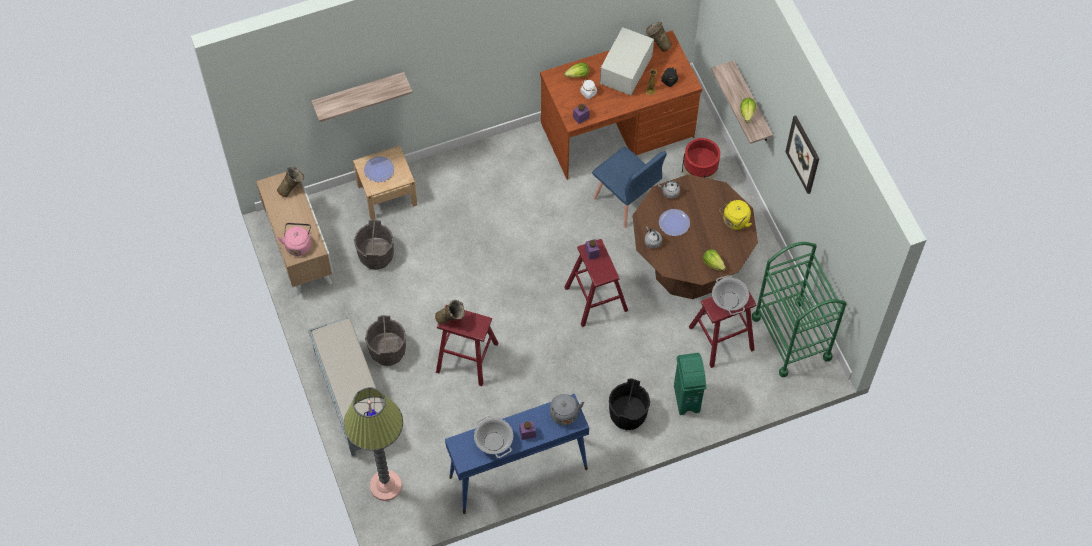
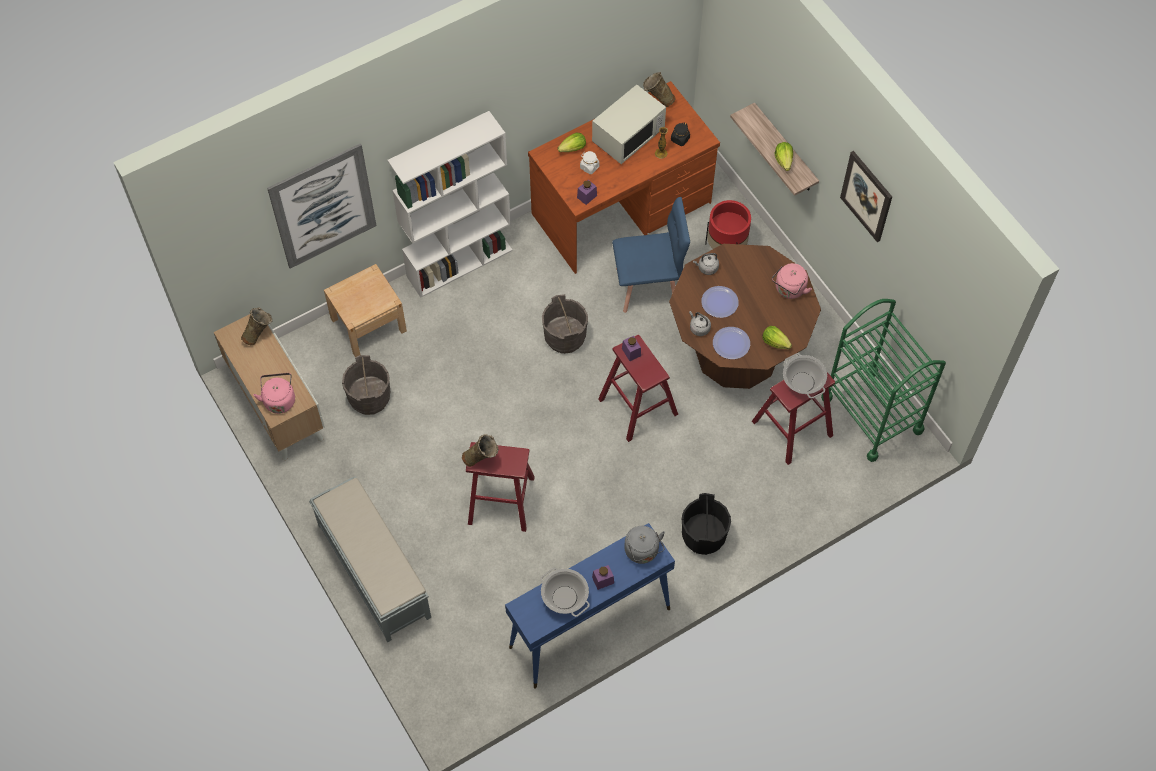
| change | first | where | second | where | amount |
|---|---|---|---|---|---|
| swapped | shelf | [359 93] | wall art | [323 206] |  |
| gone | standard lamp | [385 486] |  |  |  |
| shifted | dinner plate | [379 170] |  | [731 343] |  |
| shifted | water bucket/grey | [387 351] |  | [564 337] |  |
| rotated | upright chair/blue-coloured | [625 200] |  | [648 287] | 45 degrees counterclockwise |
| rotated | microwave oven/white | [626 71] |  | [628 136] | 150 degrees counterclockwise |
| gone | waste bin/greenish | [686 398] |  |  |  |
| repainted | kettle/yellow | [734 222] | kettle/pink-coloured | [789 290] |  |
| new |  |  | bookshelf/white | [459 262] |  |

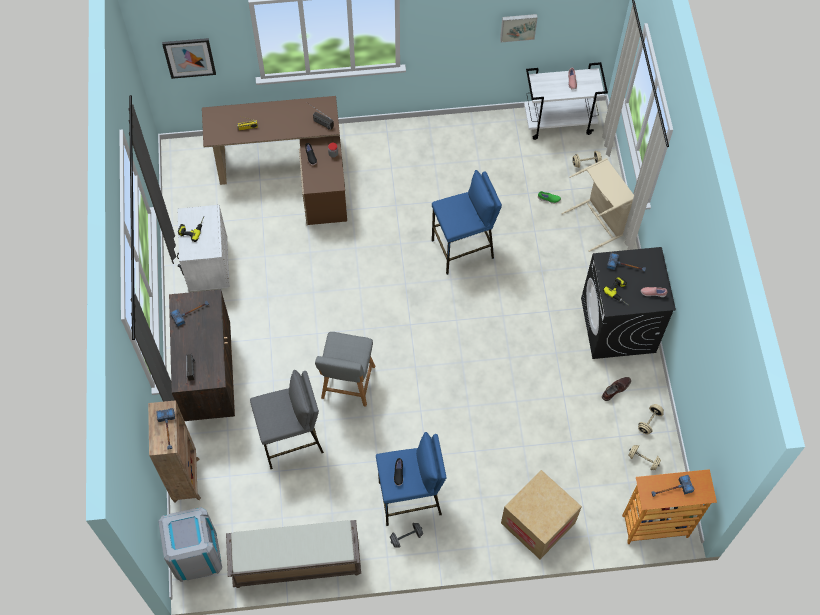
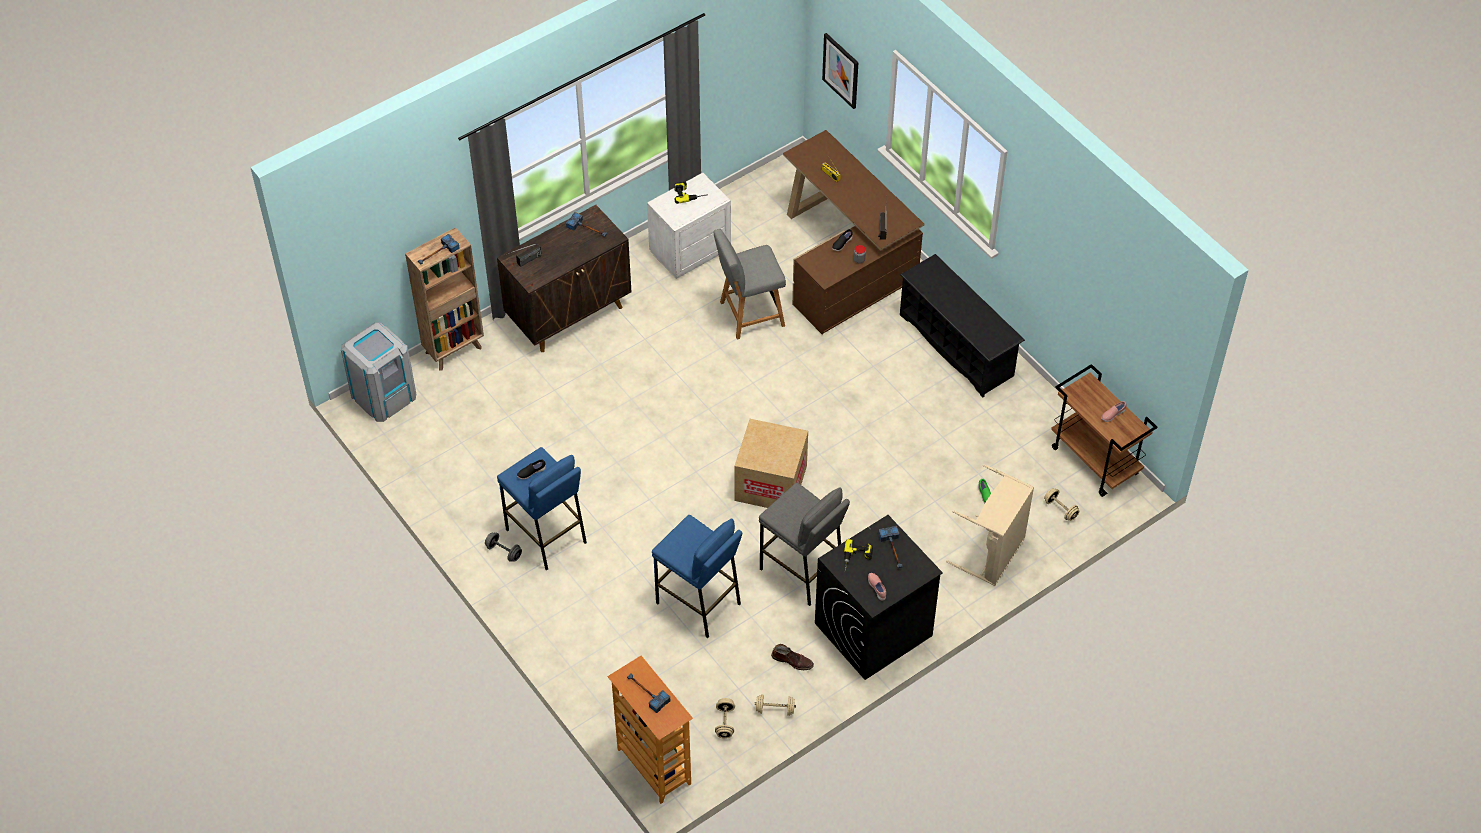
| change | first | where | second | where | amount |
|---|---|---|---|---|---|
| gone | indoor bench/brown | [295 562] |  |  |  |
| shifted | stool/grey | [292 441] |  | [802 571] |  |
| shifted | upright chair/grey | [347 385] |  | [748 315] |  |
| shifted | stool/blue-coloured | [463 249] |  | [698 603] |  |
| gone | wall art | [518 26] |  |  |  |
| shifted | packing box | [538 523] |  | [770 483] |  |
| repainted | cart/white | [559 122] | cart/brown | [1095 461] |  |
| new |  |  | shoe stand/blackish | [957 345] |  |

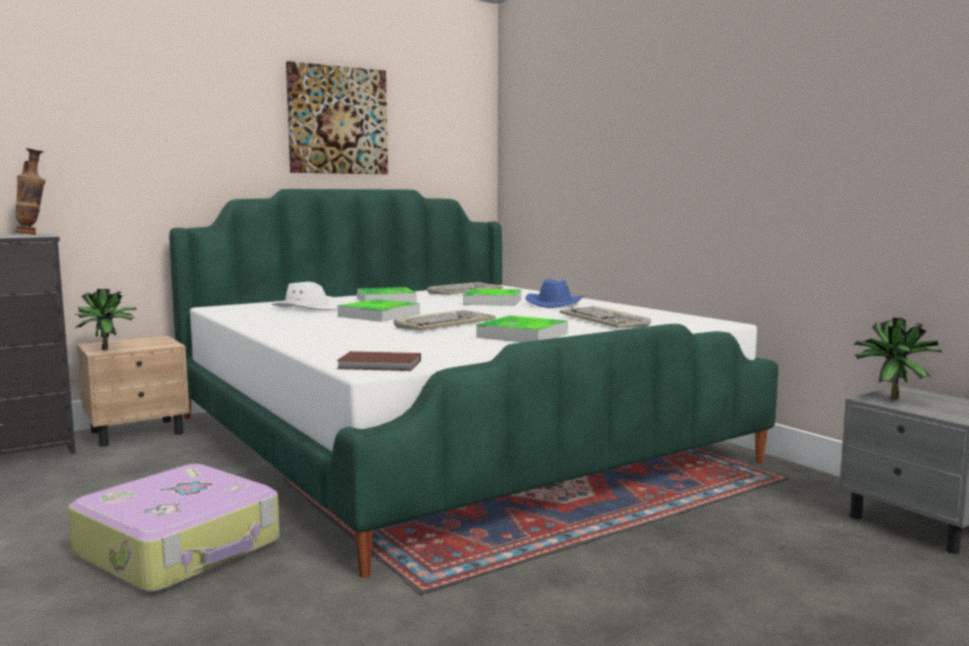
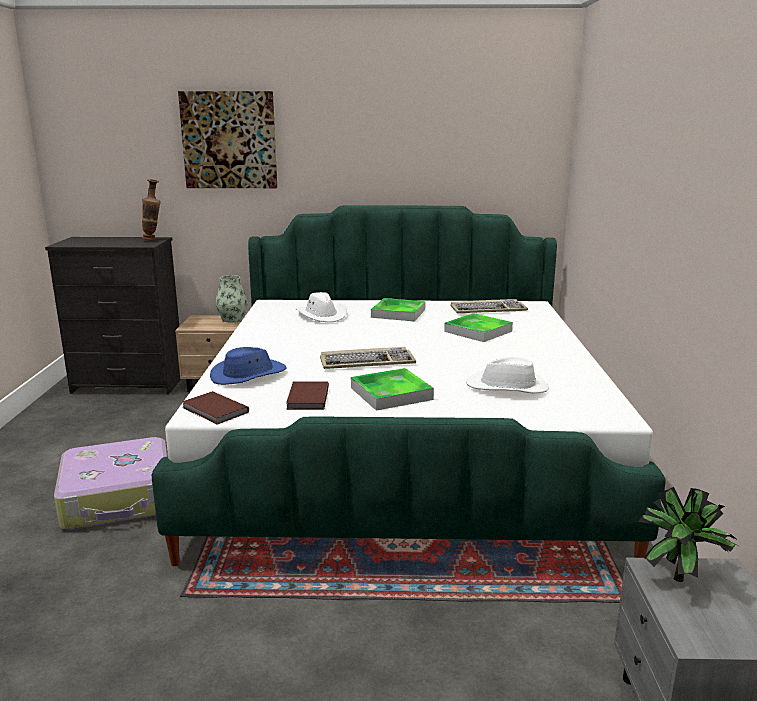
| change | first | where | second | where | amount |
|---|---|---|---|---|---|
| gone | plant in a pot | [109 349] |  |  |  |
| shifted | wall art | [337 120] |  | [229 140] |  |
| gone | serving tray | [379 315] |  |  |  |
| shifted | wearable hat/blue-coloured | [555 304] |  | [248 375] |  |
| swapped | keyboard | [605 321] | wearable hat/white | [507 387] |  |
| new |  |  | vase | [232 319] |  |
| new |  |  | bound book/brown | [306 398] |  |

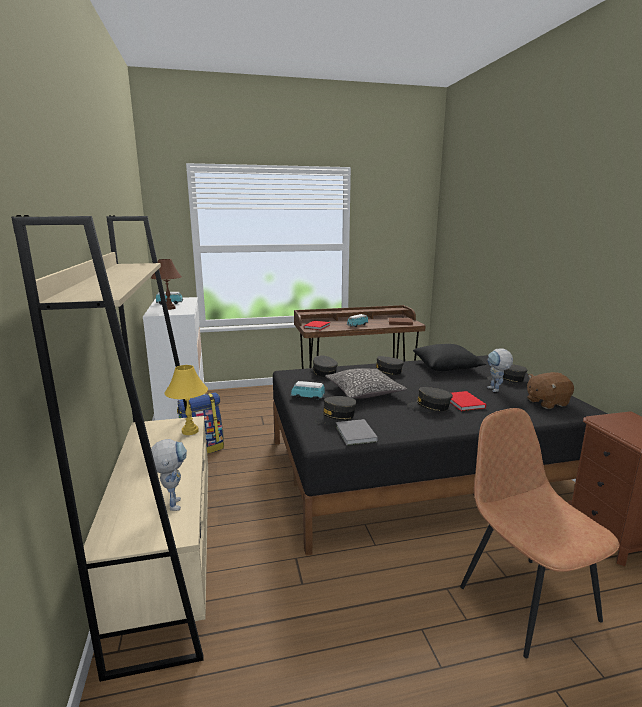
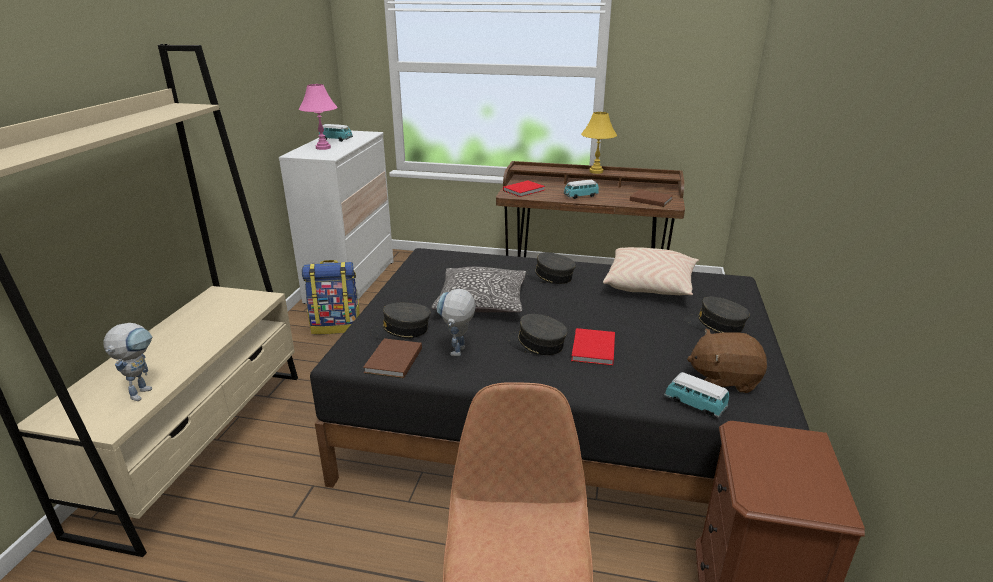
| change | first | where | second | where | amount |
|---|---|---|---|---|---|
| repainted | tabletop lamp/brown | [169 308] | tabletop lamp/pink-coloured | [323 148] |  |
| shifted | tabletop lamp/yellow | [189 431] |  | [596 171] |  |
| shifted | model car | [308 397] |  | [694 405] |  |
| gone | baseball cap/grey | [323 372] |  |  |  |
| repainted | bound book/grey | [355 434] | bound book/brown | [392 361] |  |
| repainted | throw pillow/blackish | [447 367] | throw pillow/beige | [650 285] |  |
| shifted | model robot | [496 390] |  | [458 354] |  |

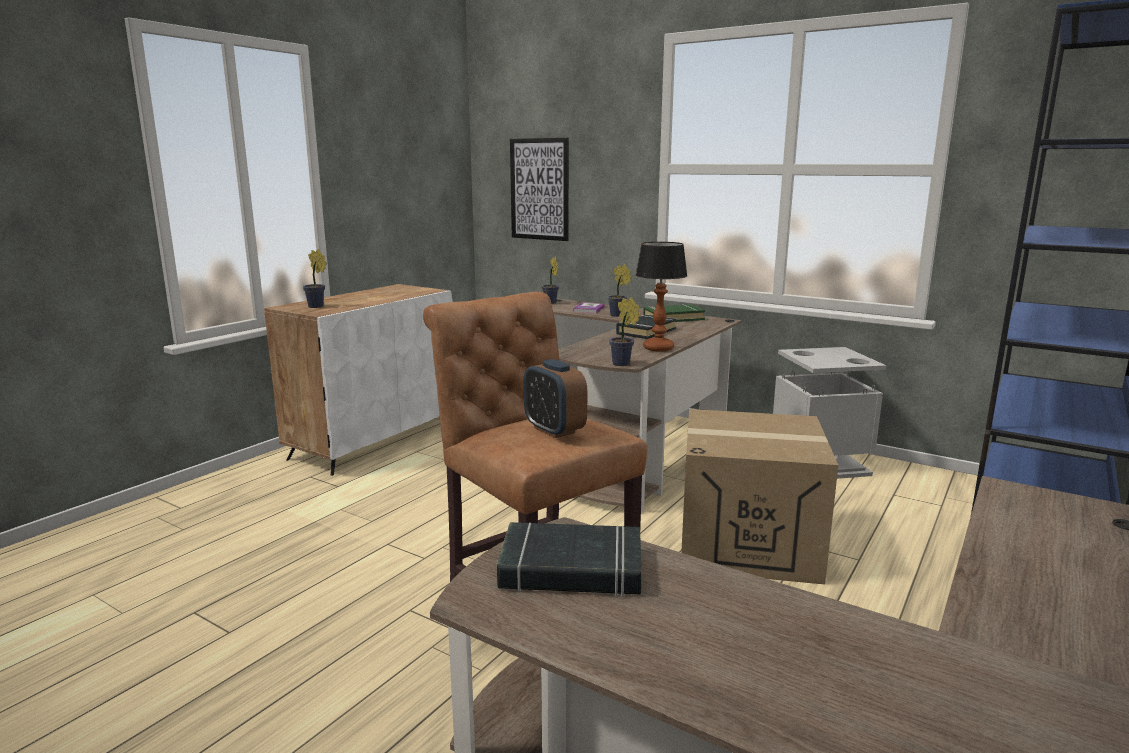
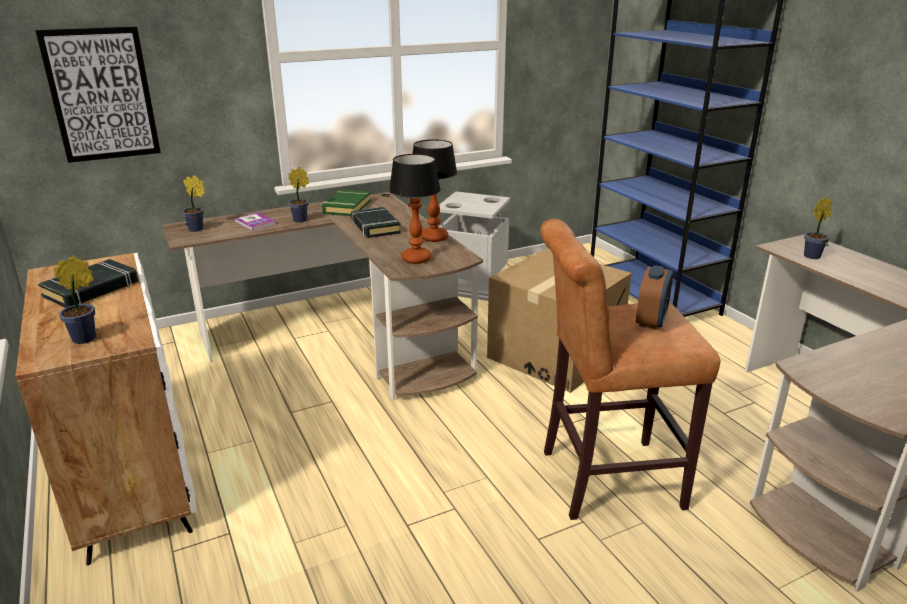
| change | first | where | second | where | amount |
|---|---|---|---|---|---|
| shifted | bound book/blackish | [571 569] |  | [92 289] |  |
| rotated | alarm clock | [554 430] |  | [651 321] | 60 degrees counterclockwise |
| shifted | plant in a pot | [623 364] |  | [813 256] |  |
| new |  |  | tabletop lamp | [415 259] |  |

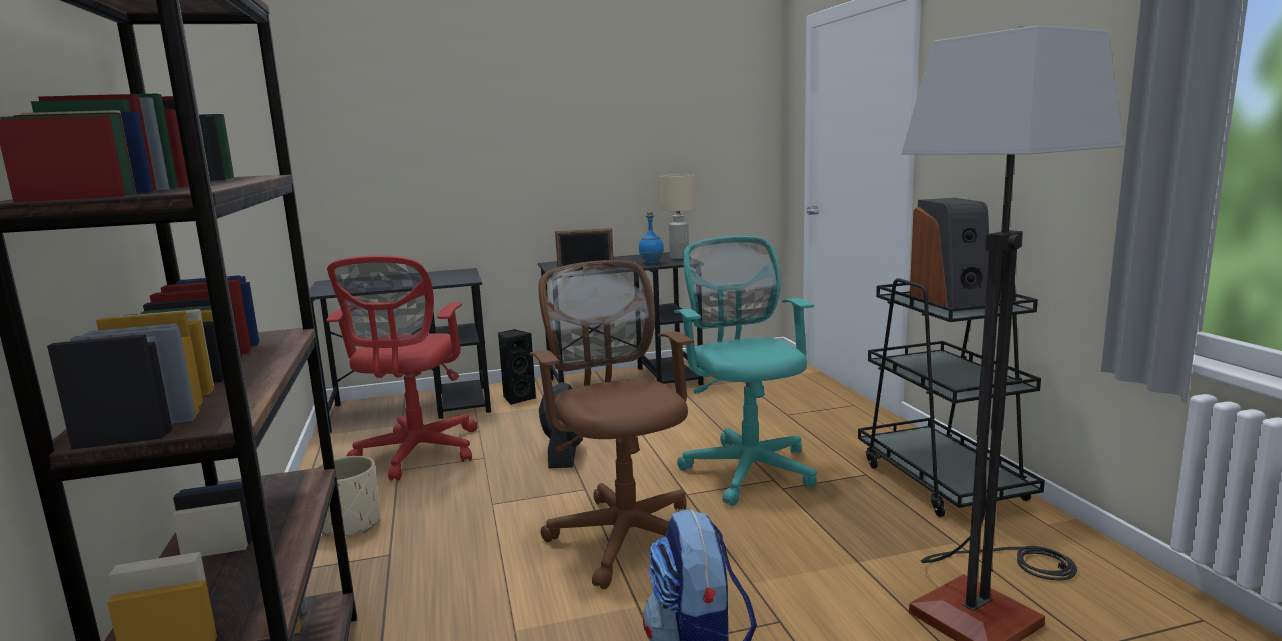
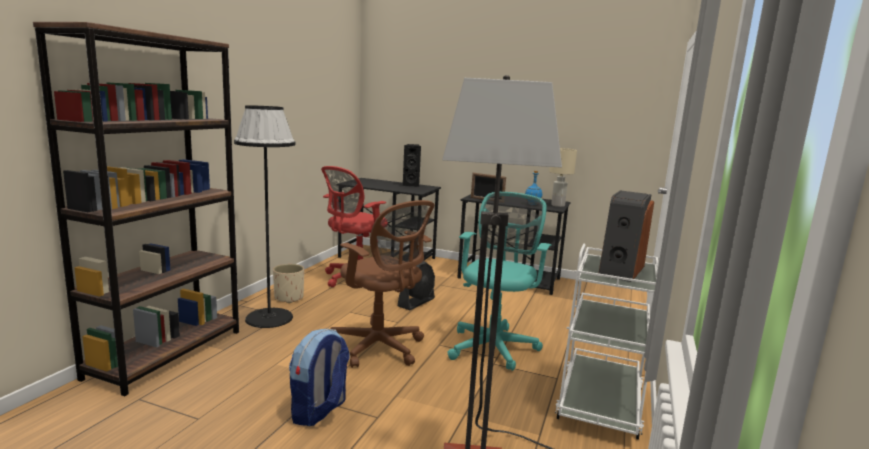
| change | first | where | second | where | amount |
|---|---|---|---|---|---|
| shifted | speaker/blackish | [518 398] |  | [411 185] |  |
| rotated | office chair/brown | [624 533] |  | [380 348] | 120 degrees clockwise |
| repainted | cart/blackish | [942 481] | cart/white | [600 403] |  |
| new |  |  | standard lamp/blackish | [269 318] |  |

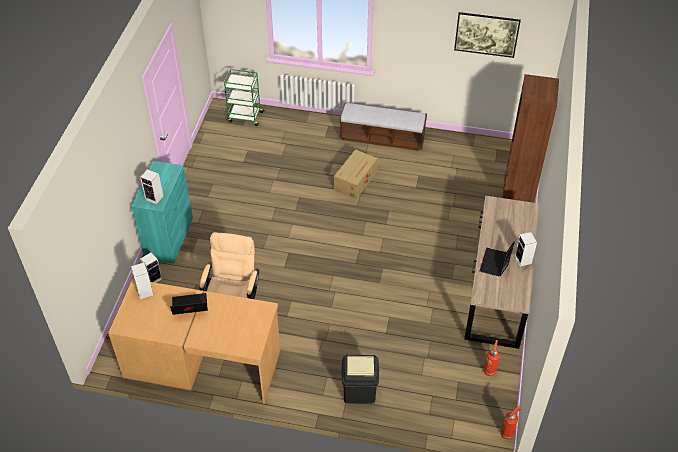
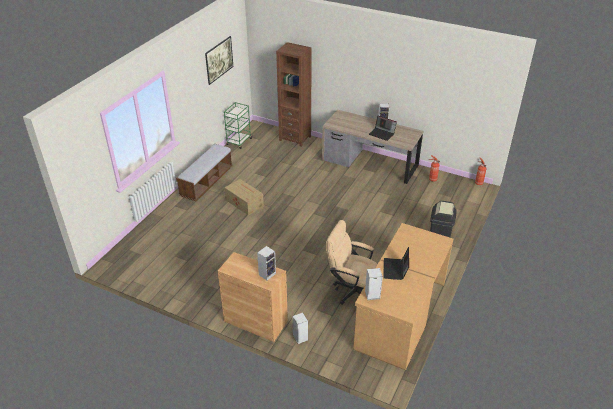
| change | first | where | second | where | amount |
|---|---|---|---|---|---|
| repainted | cabinet/turquoise | [169 238] | cabinet/brown | [255 321] |  |
| shifted | cart/greenish | [245 117] |  | [239 142] |  |

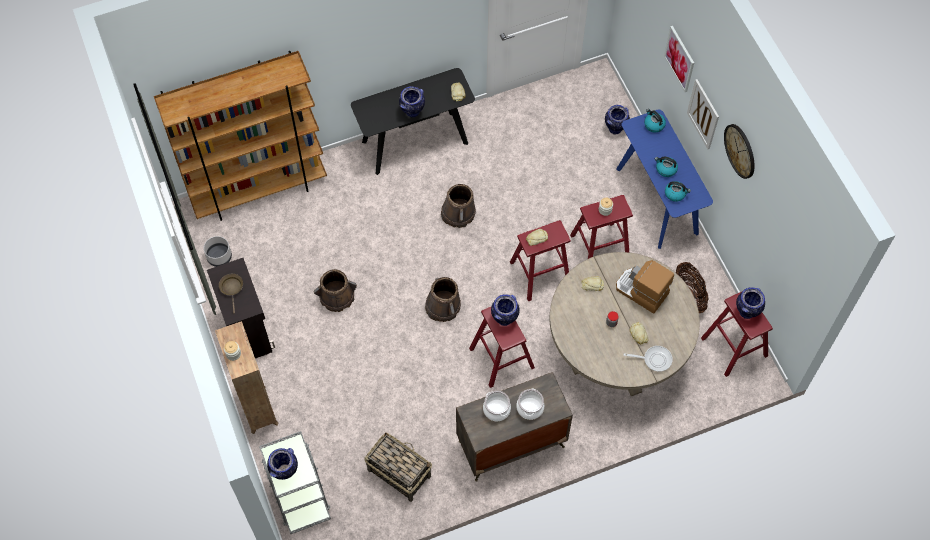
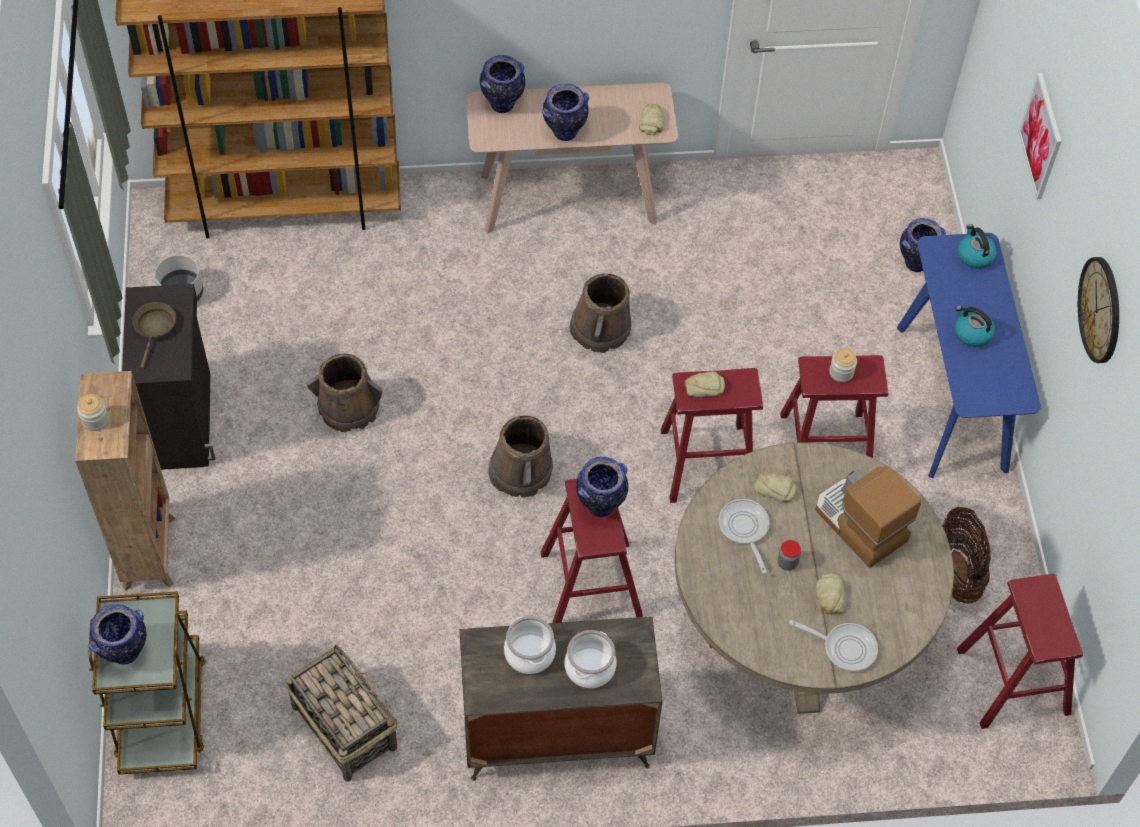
| change | first | where | second | where | amount |
|---|---|---|---|---|---|
| repainted | cart/grey | [299 493] | cart/brown | [162 711] |  |
| repainted | narrow table/blackish | [415 142] | narrow table/beige | [568 198] |  |
| gone | kettle | [675 194] |  |  |  |
| gone | wall art | [703 114] |  |  |  |
| shifted | vase | [746 312] |  | [502 104] |  |
| new |  |  | skillet | [744 529] |  |

